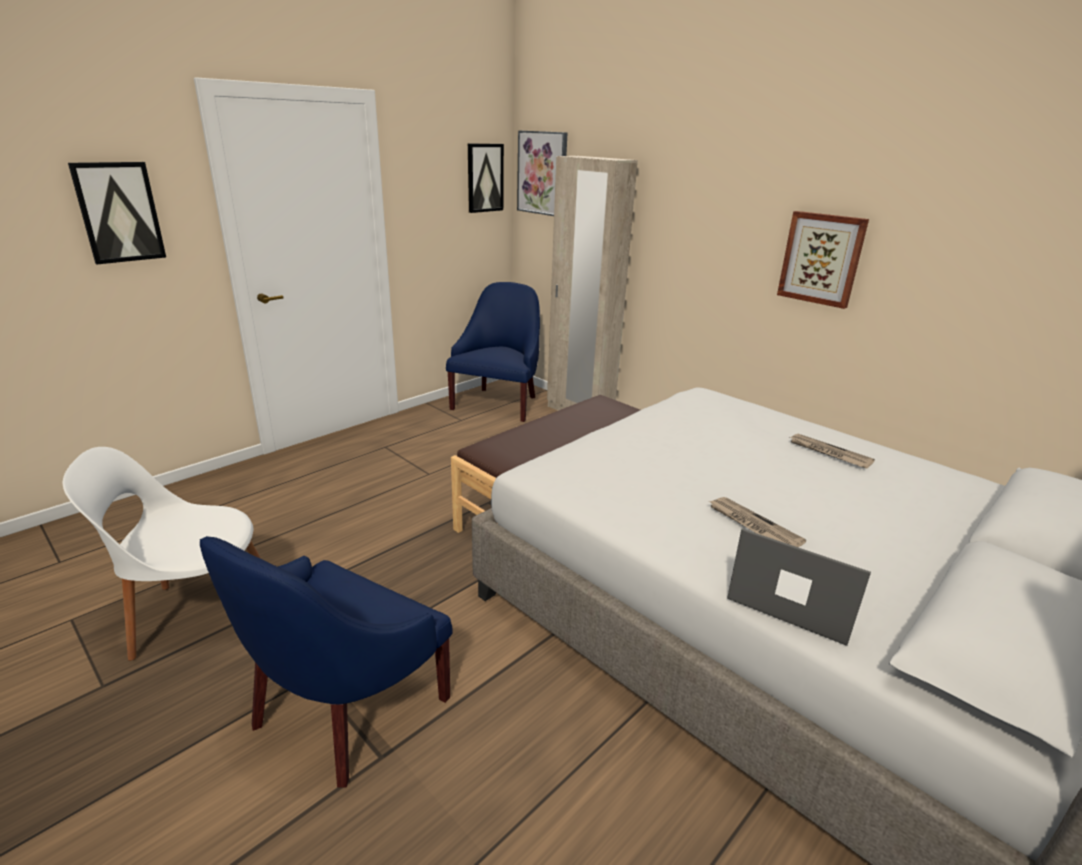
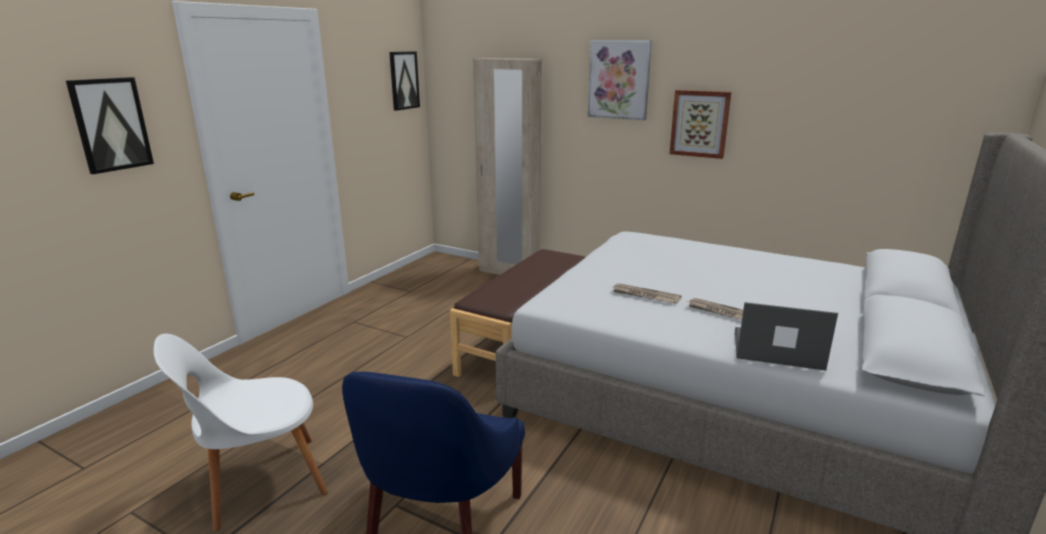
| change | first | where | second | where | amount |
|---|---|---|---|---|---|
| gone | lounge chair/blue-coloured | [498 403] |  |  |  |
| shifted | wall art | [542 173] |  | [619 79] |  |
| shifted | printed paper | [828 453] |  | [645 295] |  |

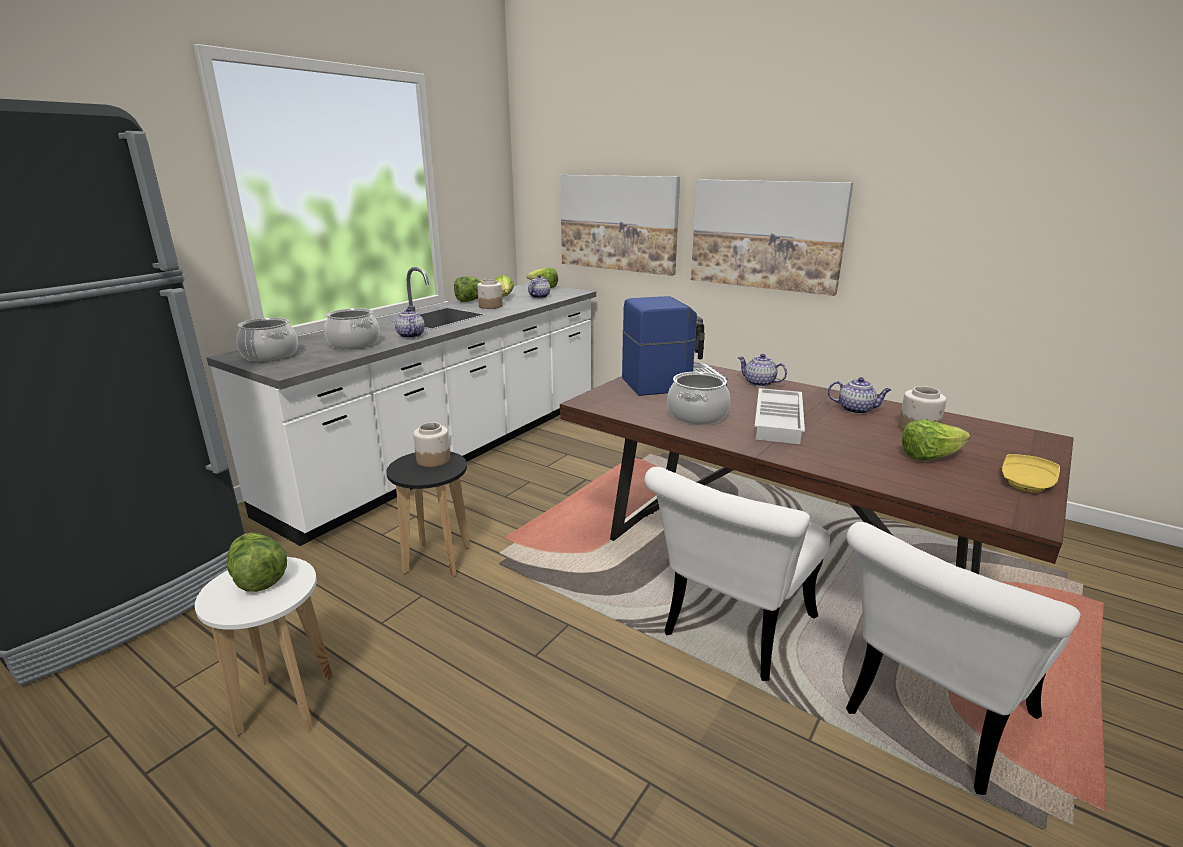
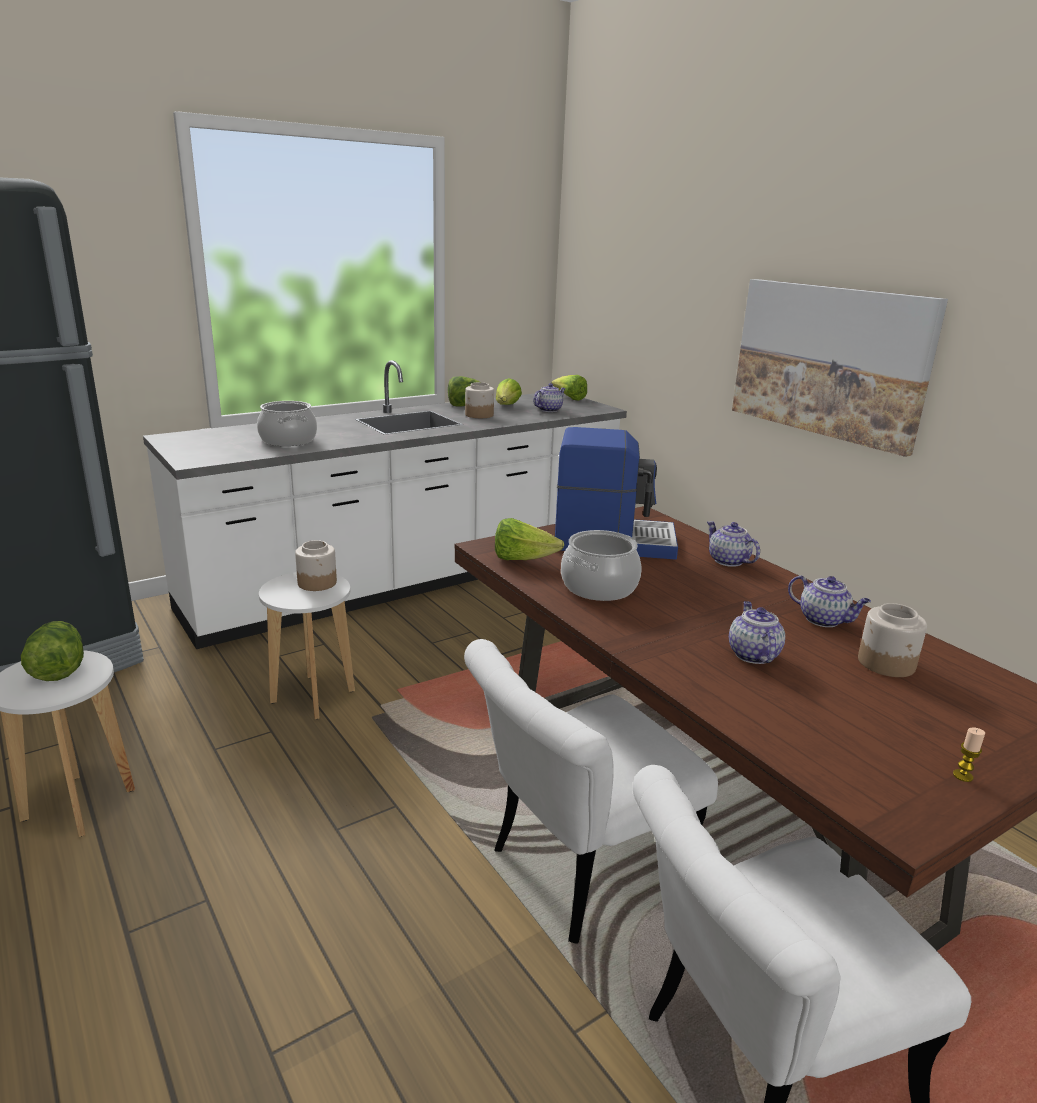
| change | first | where | second | where | amount |
|---|---|---|---|---|---|
| gone | saucepot | [271 355] |  |  |  |
| repainted | stool/blackish | [437 560] | stool/white | [312 697] |  |
| shifted | tea pot | [410 335] |  | [752 654] |  |
| gone | wall art | [618 223] |  |  |  |
| gone | serving tray/white | [779 422] |  |  |  |
| shifted | lettuce | [929 457] |  | [522 559] |  |
| swapped | dinner plate/yellow | [1027 484] | wax candle | [962 776] |  |

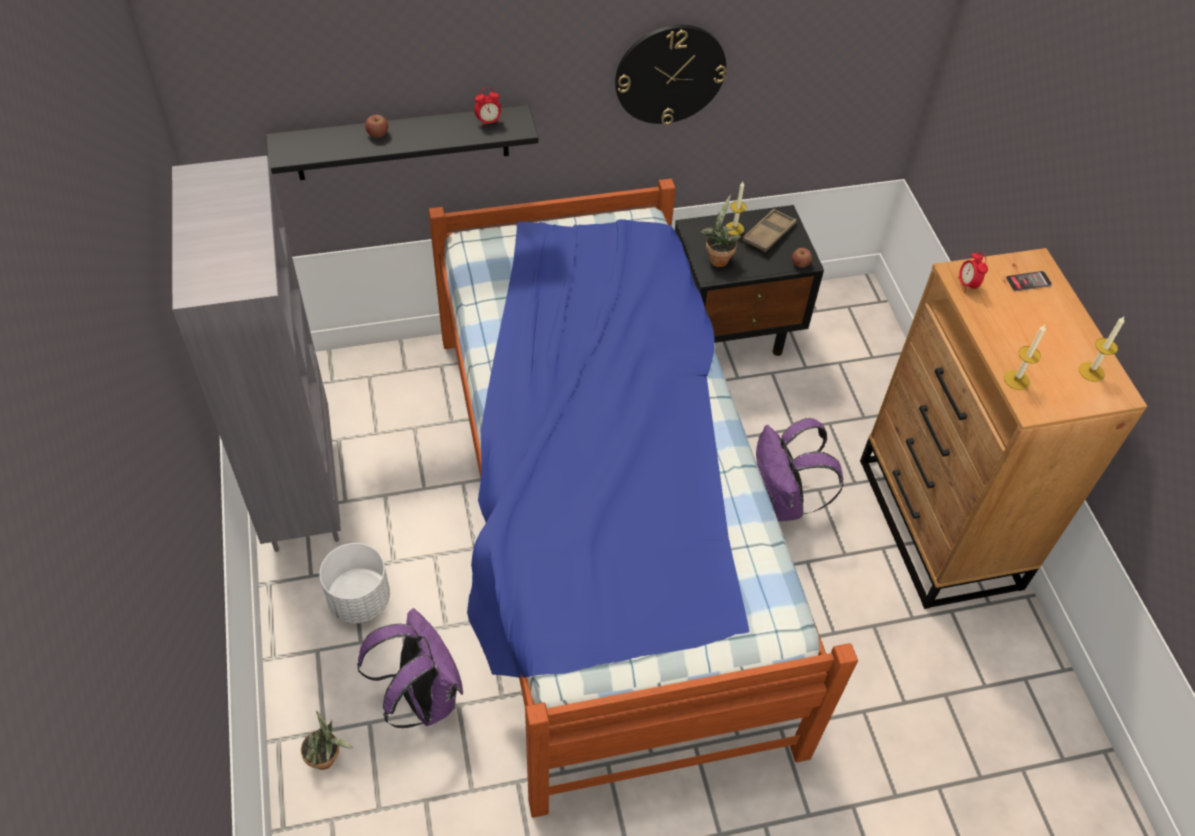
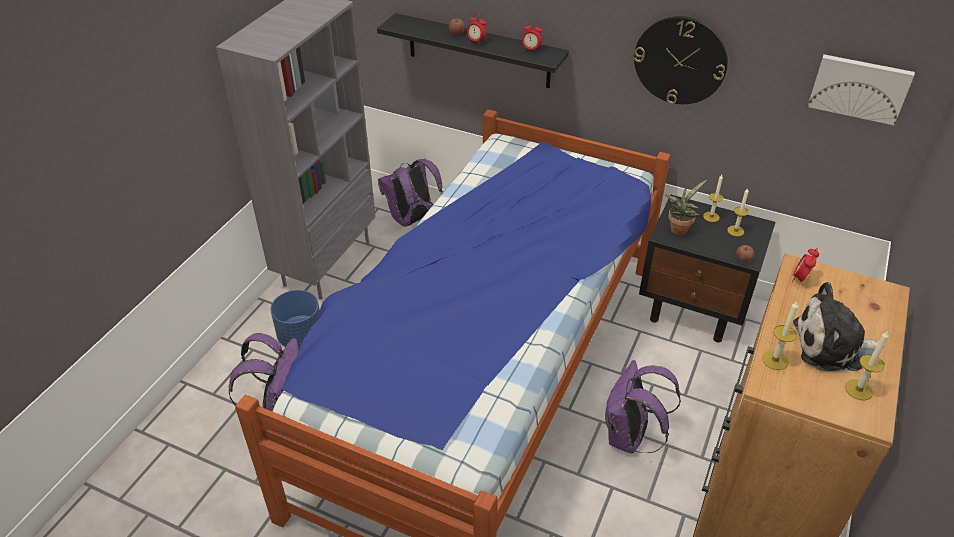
| change | first | where | second | where | amount |
|---|---|---|---|---|---|
| gone | plant in a pot | [327 758] |  |  |  |
| repainted | flower pot/white | [360 600] | flower pot/blue-coloured | [300 337] |  |
| swapped | serving tray/brown | [768 234] | wax candle | [735 231] |  |
| gone | handset | [1028 281] |  |  |  |
| new |  |  | rucksack/purple | [412 219] |  |
| new |  |  | alarm clock | [476 41] |  |
| new |  |  | cuddly toy | [832 346] |  |
| new |  |  | wall art | [859 88] |  |

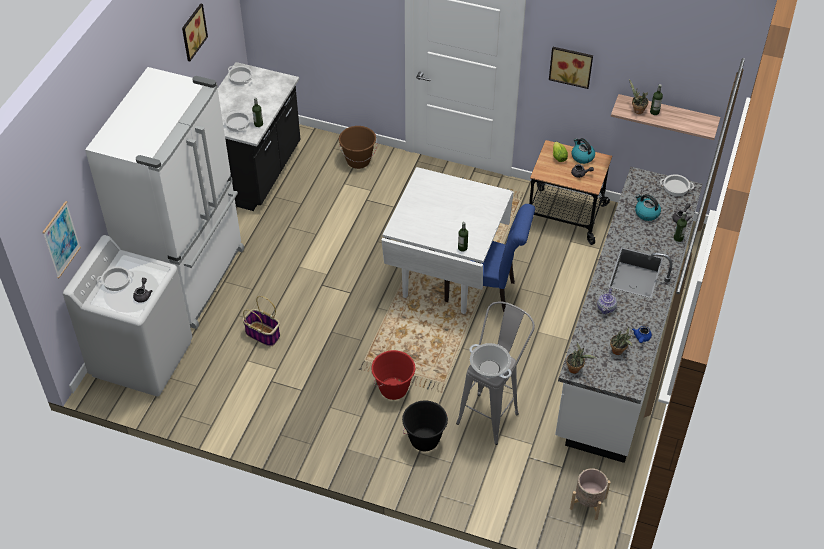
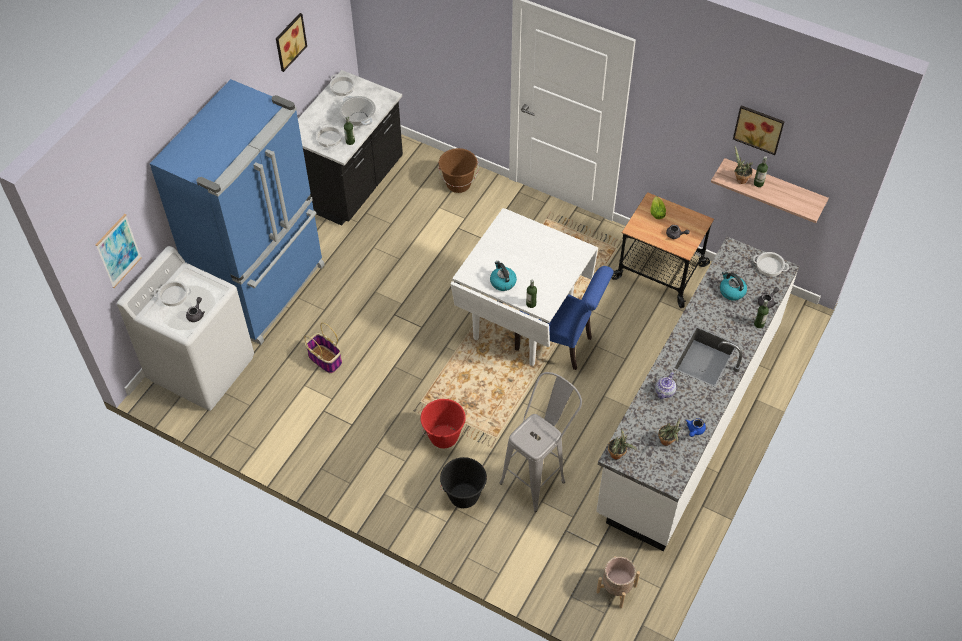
| change | first | where | second | where | amount |
|---|---|---|---|---|---|
| repainted | fridge/white | [190 279] | fridge/blue-coloured | [265 290] |  |
| shifted | saucepot | [489 369] |  | [358 118] |  |
| shifted | wall art | [571 65] |  | [759 128] |  |
| shifted | kettle | [582 157] |  | [502 282] |  |

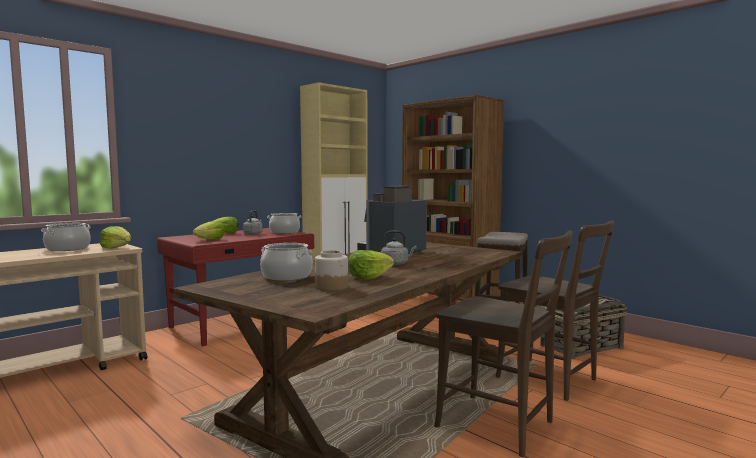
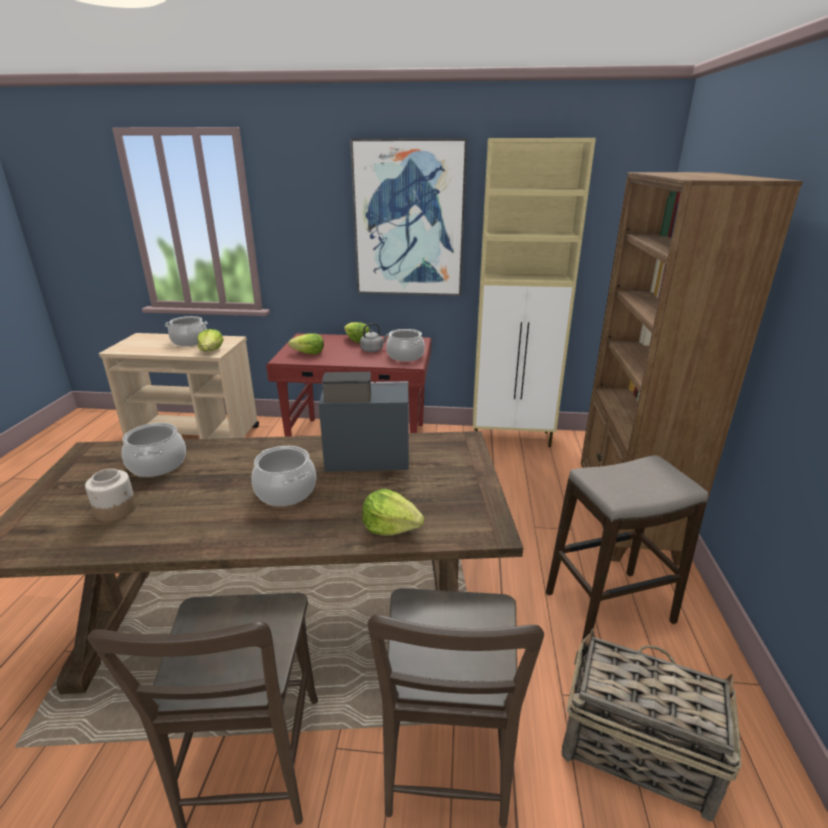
| change | first | where | second | where | amount |
|---|---|---|---|---|---|
| shifted | lettuce | [369 277] |  | [391 527] |  |
| swapped | kettle/grey | [396 264] | saucepot | [286 491] |  |
| new |  |  | wall art | [409 220] |  |

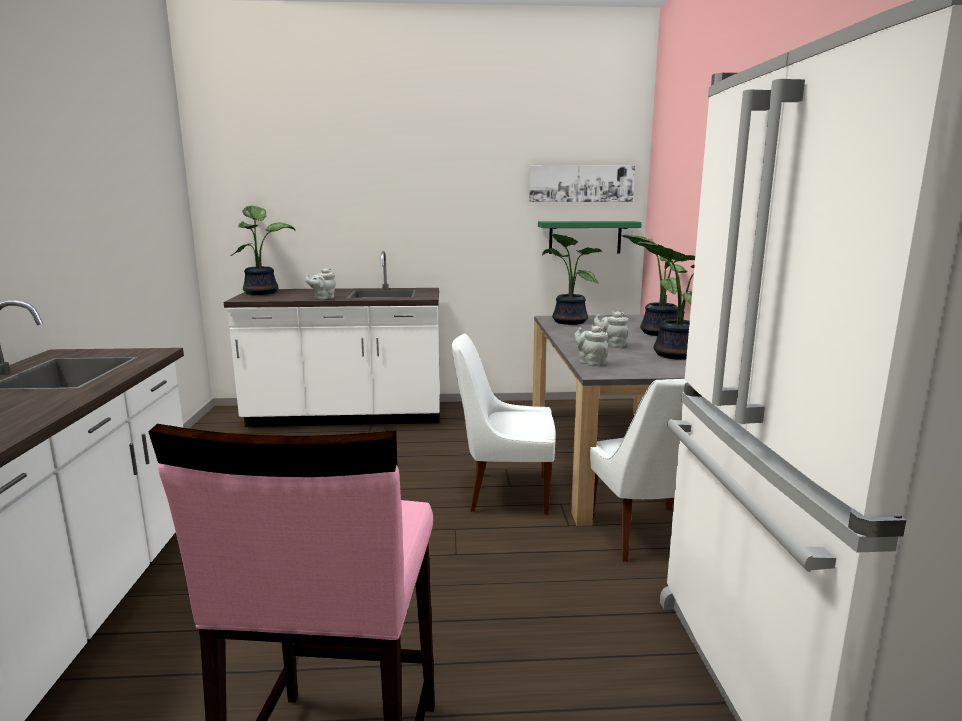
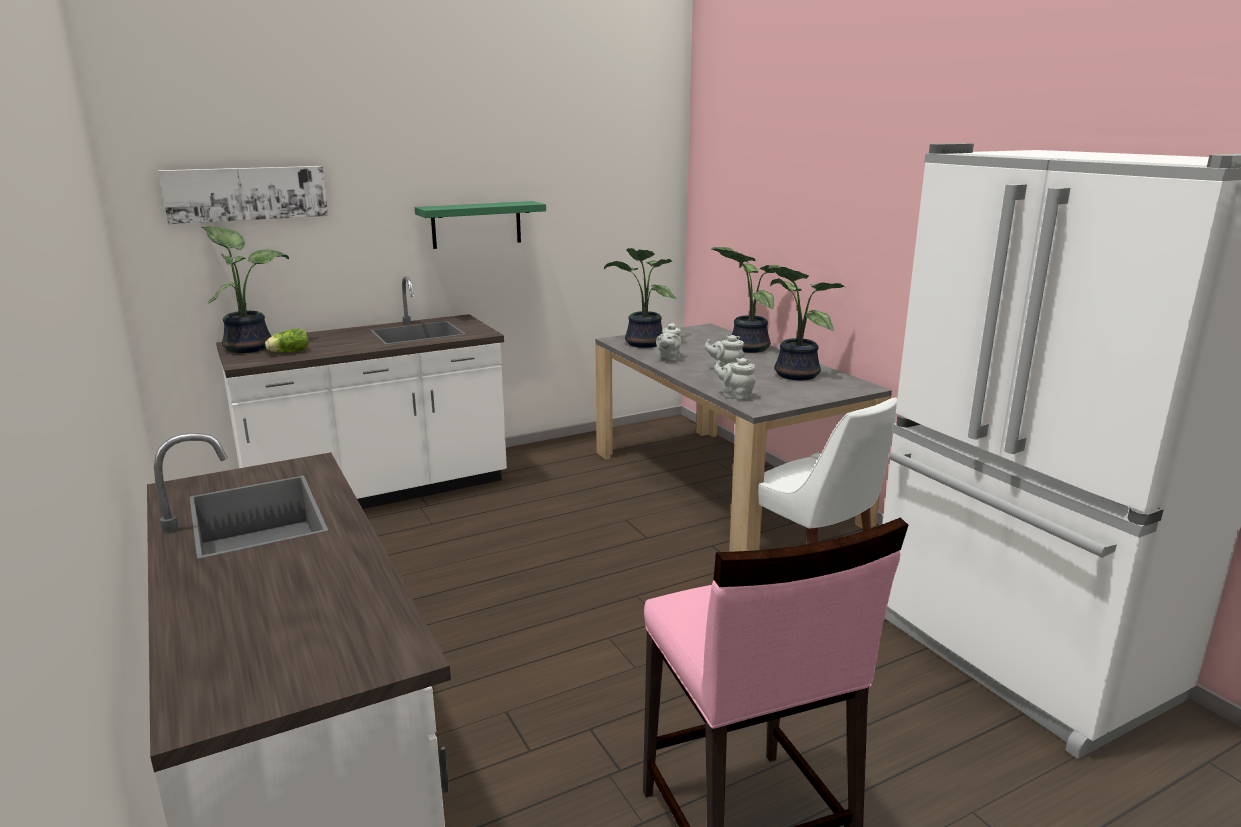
| change | first | where | second | where | amount |
|---|---|---|---|---|---|
| shifted | tea pot/grey | [323 298] |  | [668 359] |  |
| gone | upright chair/white | [505 493] |  |  |  |
| shifted | wall art | [581 183] |  | [246 193] |  |
| shifted | shelf/greenish | [585 237] |  | [476 224] |  |
| new |  |  | lettuce | [288 352] |  |

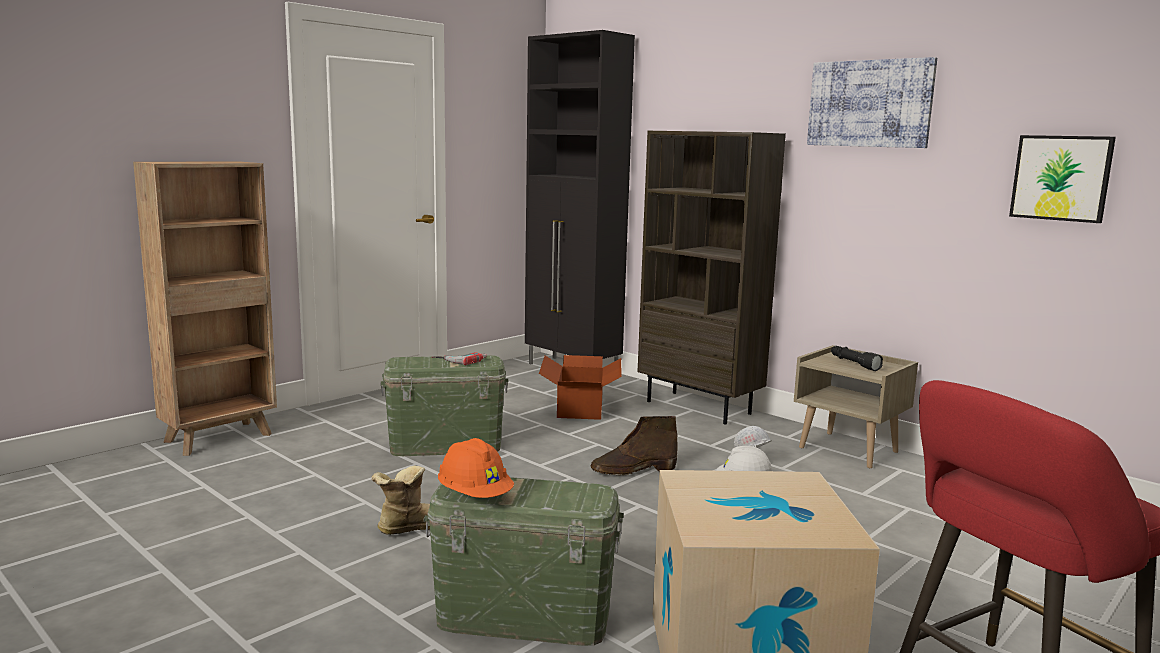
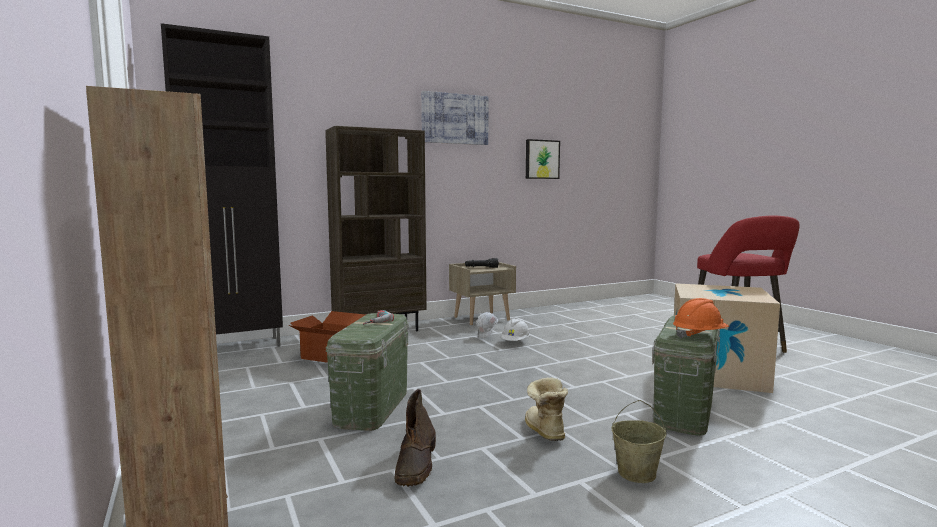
| change | first | where | second | where | amount |
|---|---|---|---|---|---|
| shifted | high-top boot/brown | [633 470] |  | [416 465] |  |
| new |  |  | water bucket/beige | [637 473] |  |

